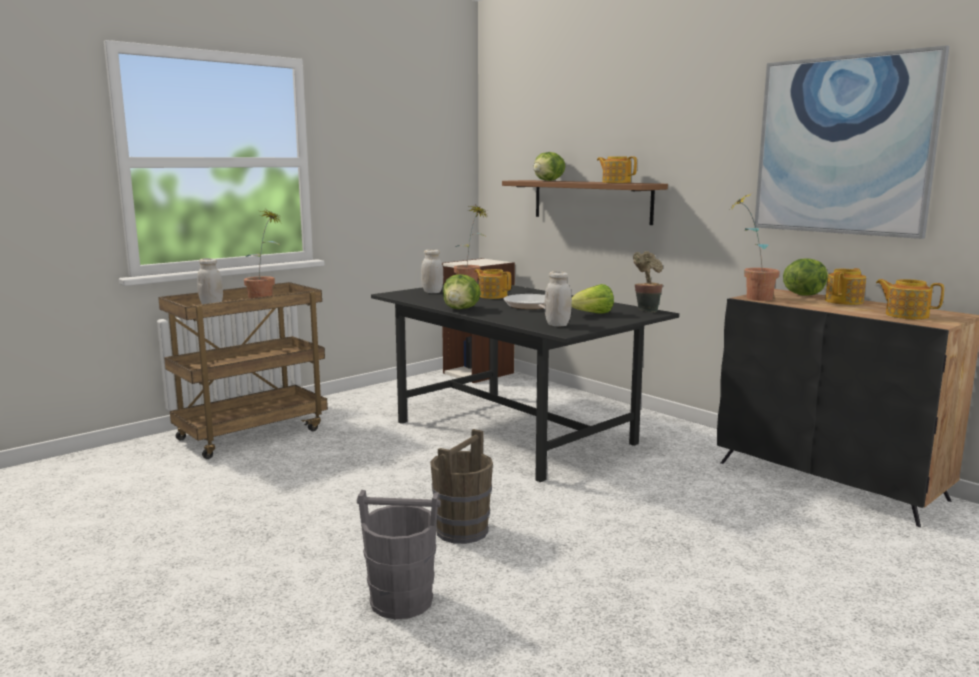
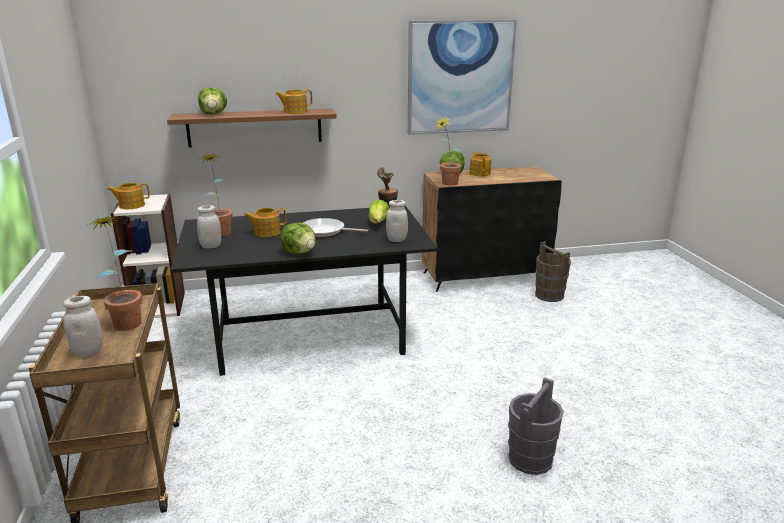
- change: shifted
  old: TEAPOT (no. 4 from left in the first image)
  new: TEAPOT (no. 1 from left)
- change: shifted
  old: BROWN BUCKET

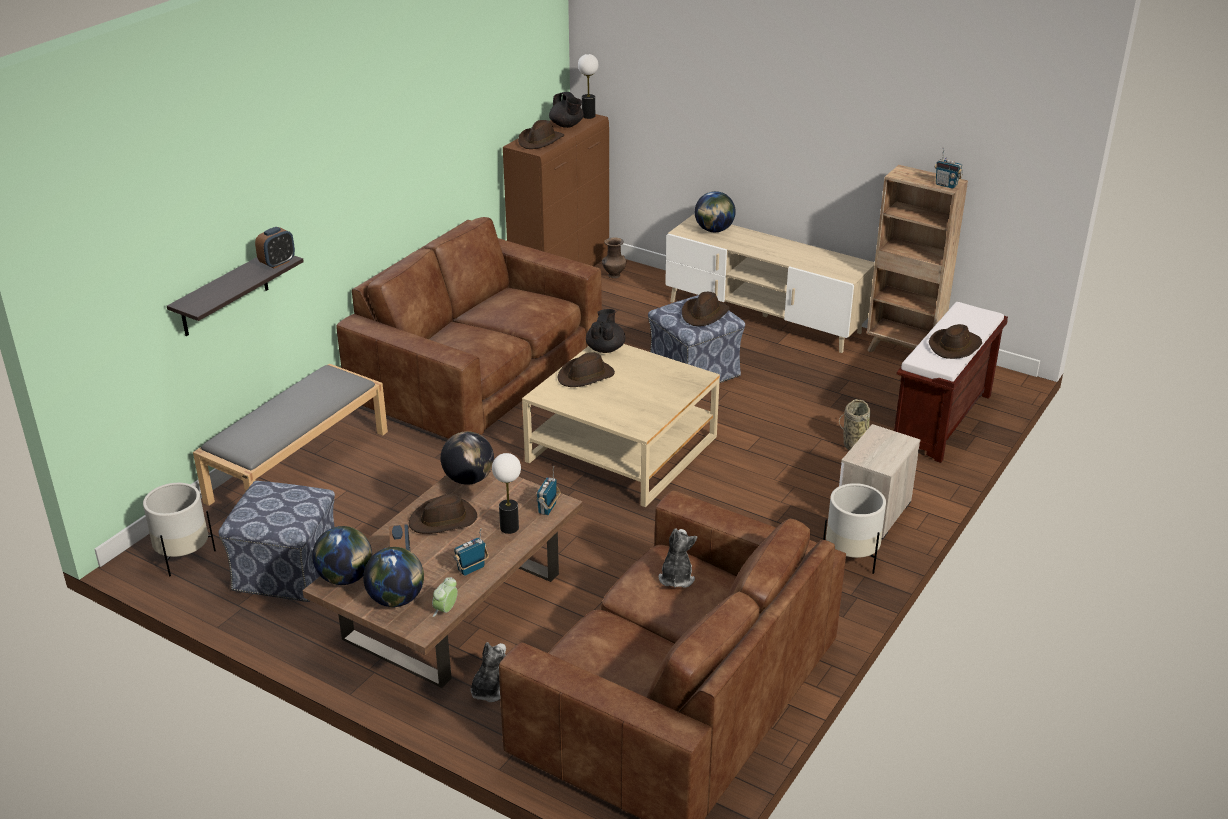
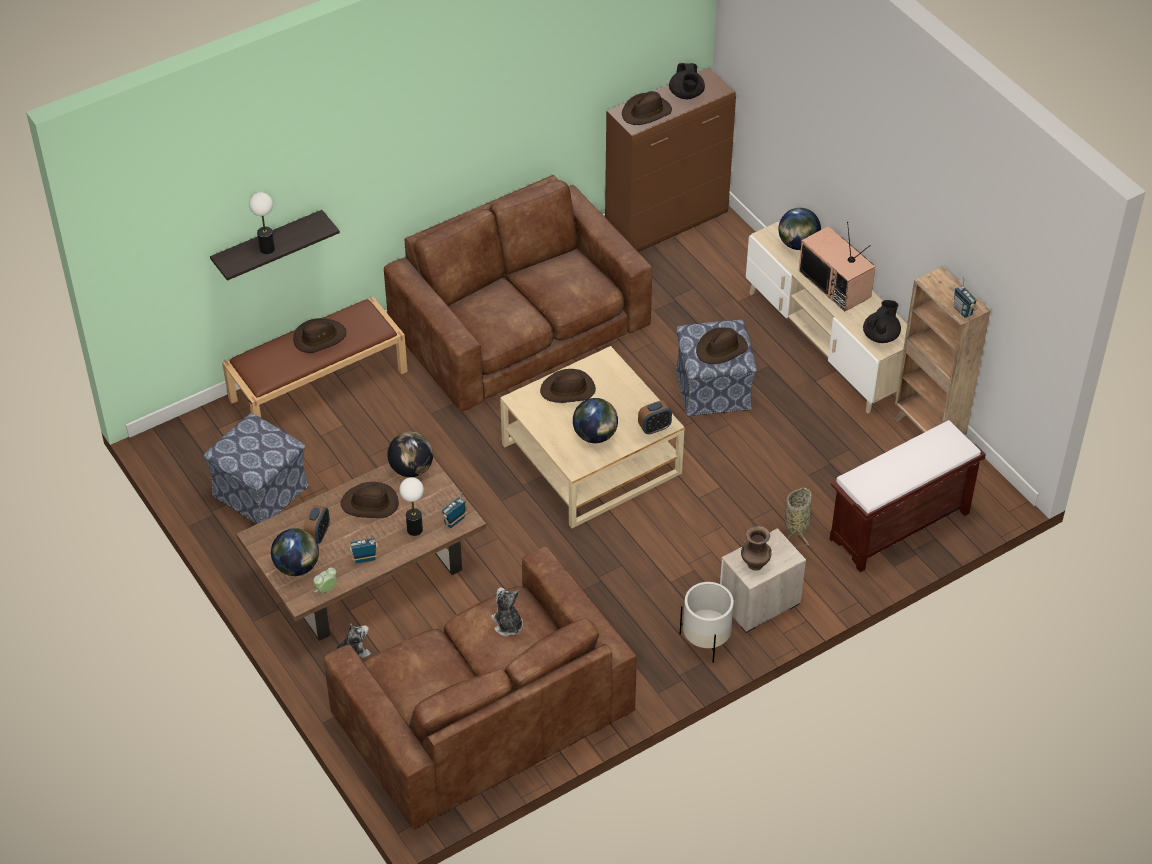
- change: repainted
  old: GREY BENCH
  new: BROWN BENCH (no. 1 from left)
- change: shifted
  old: TABLE LAMP (no. 2 from left in the first image)
  new: TABLE LAMP (no. 1 from left)
- change: shifted
  old: BROWN HAT (no. 5 from left in the first image)
  new: BROWN HAT (no. 1 from left)
- change: rotated
  old: PLUSH TOY (no. 2 from left)
  degrees: -60
- change: shifted
  old: GLOBE (no. 1 from left in the first image)
  new: GLOBE (no. 3 from left)
- change: shifted
  old: ALARM CLOCK (no. 1 from left in the first image)
  new: ALARM CLOCK (no. 3 from left)
- change: shifted
  old: BROWN VASE
- change: new
  new: TELEVISION
- change: shifted
  old: BLACK TEAPOT (no. 2 from left)
- change: gone
  old: WHITE PLANTER (no. 1 from left)

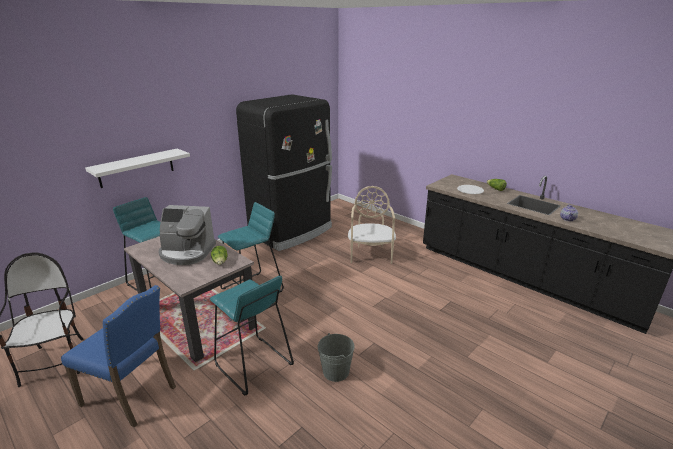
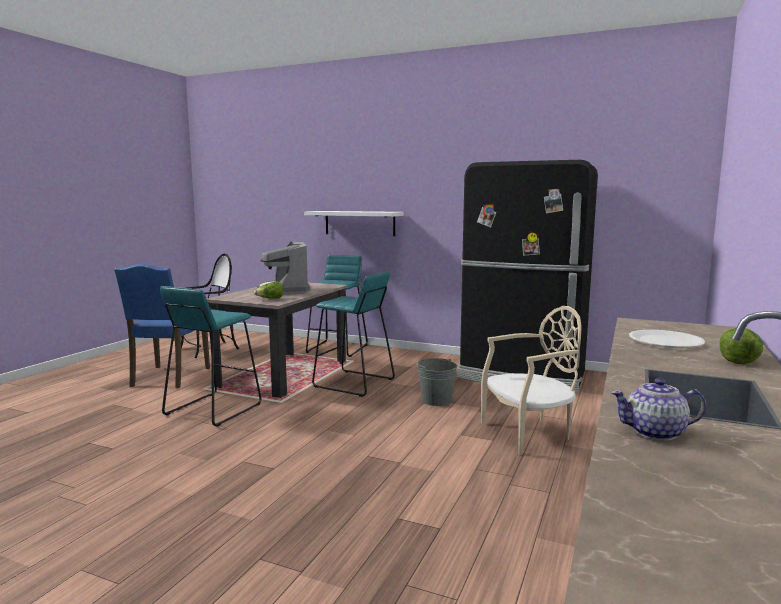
- change: shifted
  old: GREY BUCKET

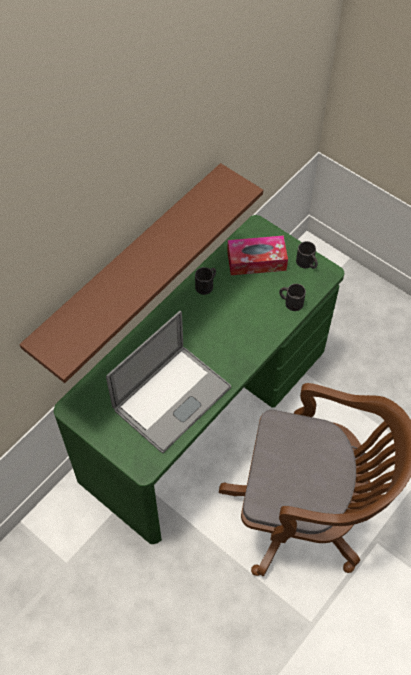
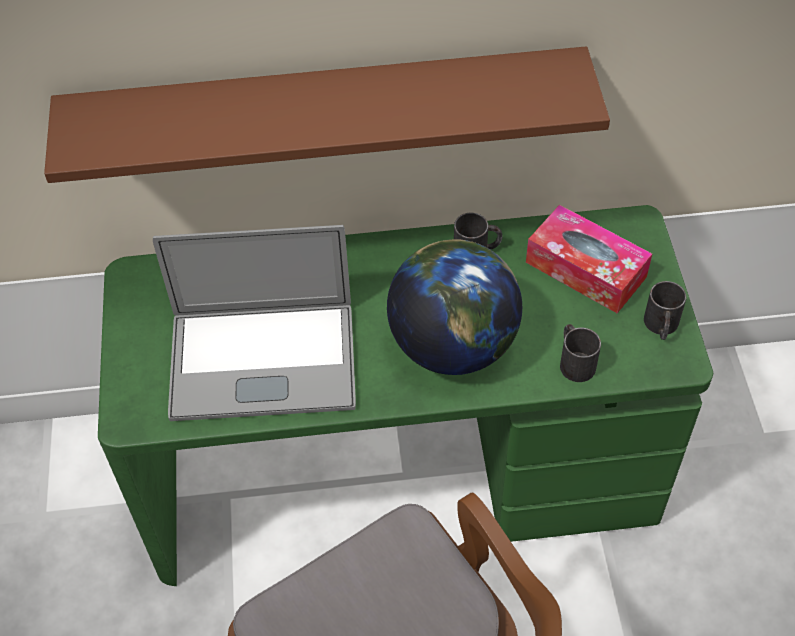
- change: new
  new: GLOBE

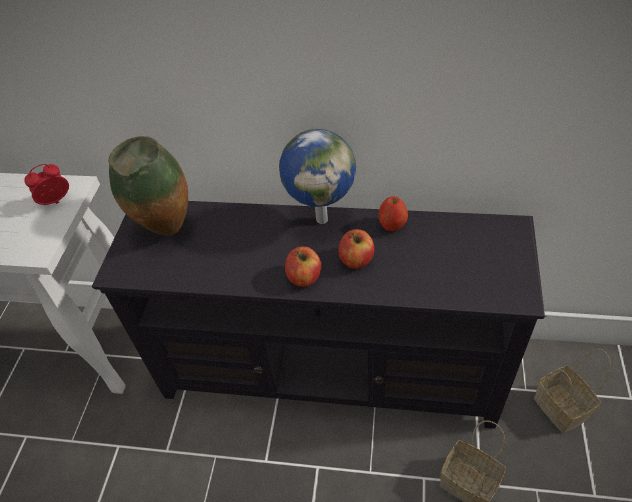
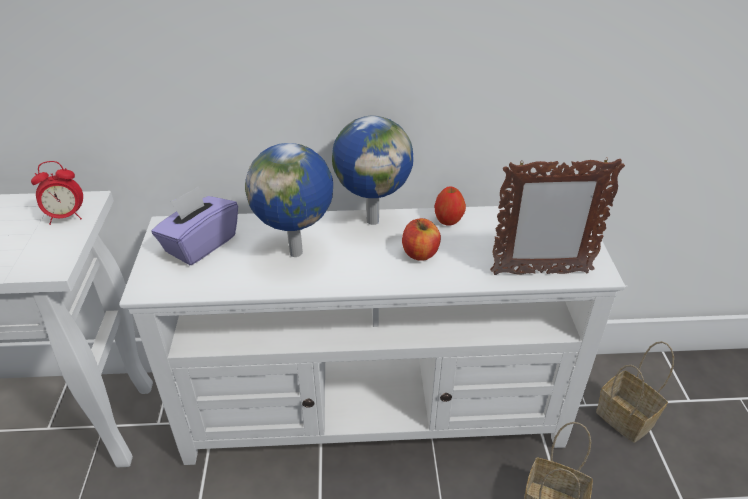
- change: rotated
  old: ALARM CLOCK
  degrees: -150
- change: repainted
  old: BLACK TV STAND
  new: WHITE TV STAND
- change: swapped
  old: VASE
  new: PURPLE TISSUE BOX
- change: new
  new: GLOBE (no. 1 from left)
- change: new
  new: PICTURE FRAME
- change: gone
  old: APPLE (no. 1 from left)

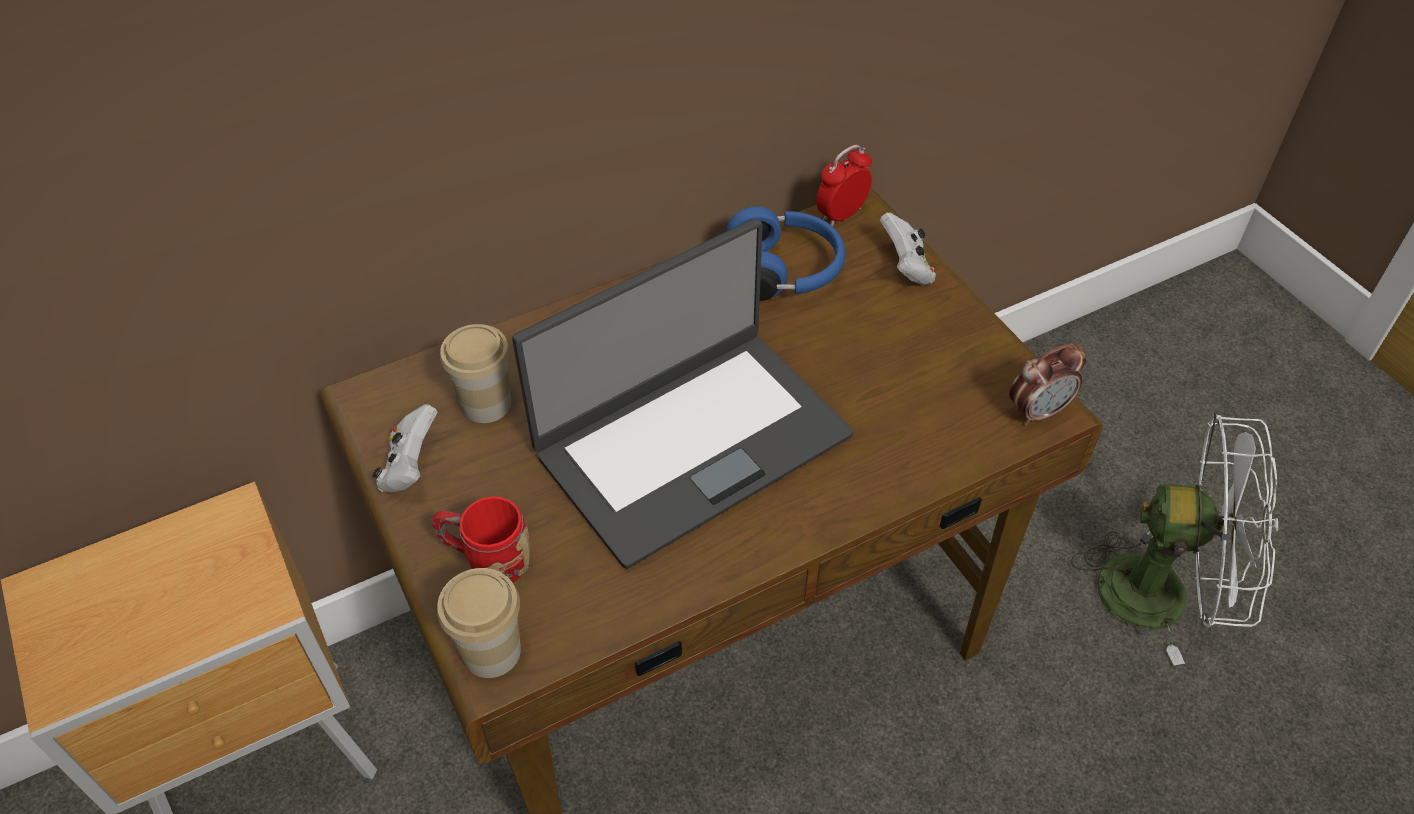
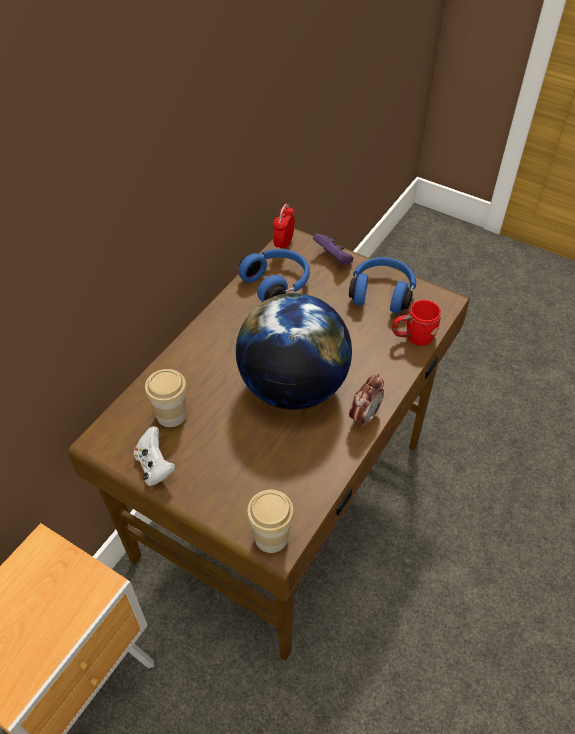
- change: swapped
  old: LAPTOP
  new: GLOBE
- change: repainted
  old: WHITE GAME CONTROLLER (no. 2 from left)
  new: PURPLE GAME CONTROLLER
- change: new
  new: BLUE HEADPHONES (no. 2 from left)
- change: shifted
  old: ALARM CLOCK (no. 2 from left)
- change: shifted
  old: RED MUG
- change: gone
  old: WHITE FAN

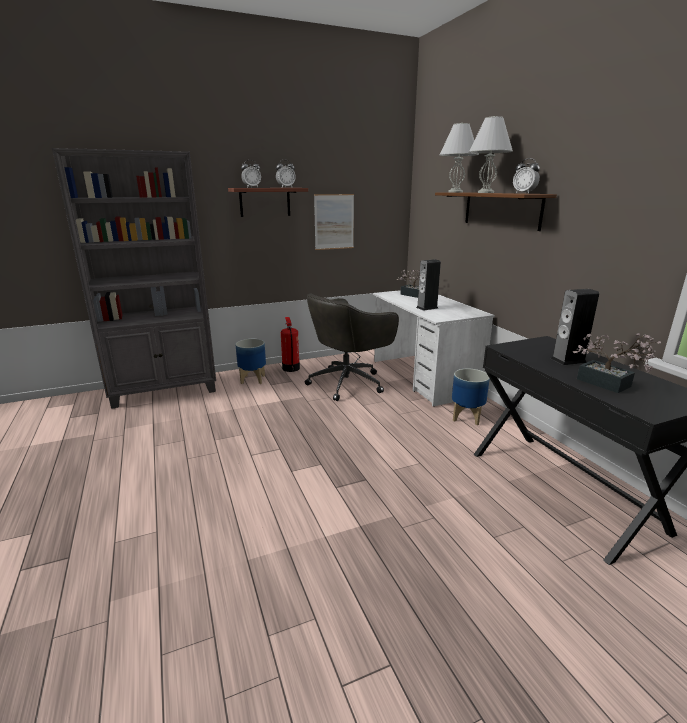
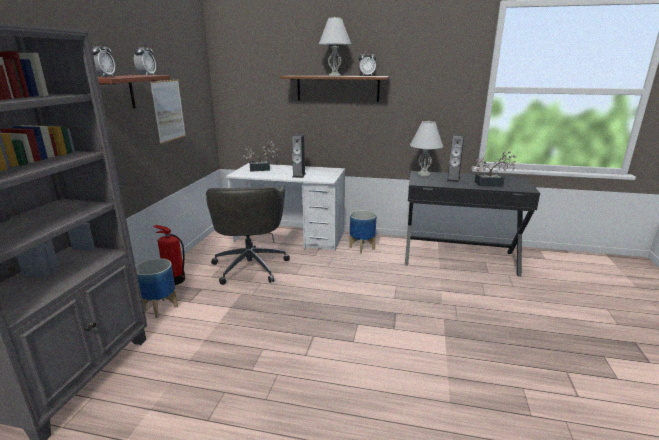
- change: shifted
  old: WHITE TABLE LAMP (no. 1 from left in the first image)
  new: WHITE TABLE LAMP (no. 2 from left)

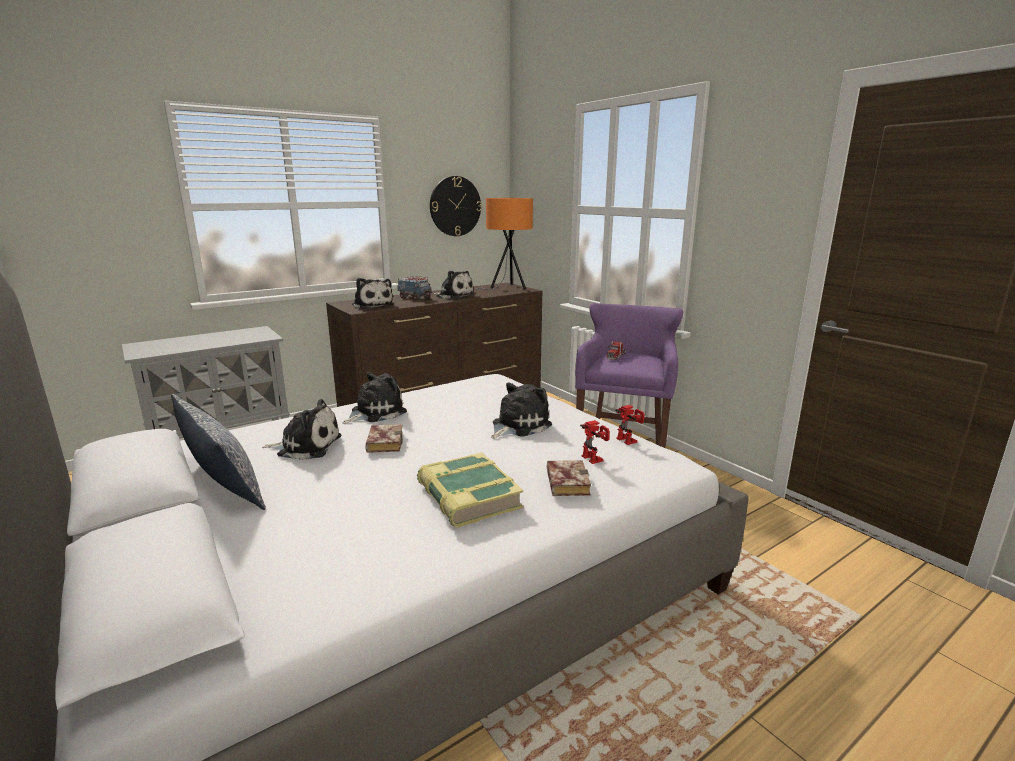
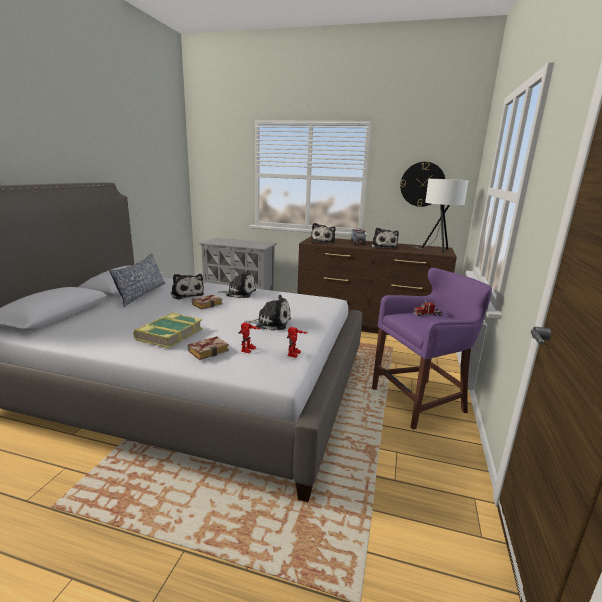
- change: repainted
  old: ORANGE TABLE LAMP
  new: WHITE TABLE LAMP

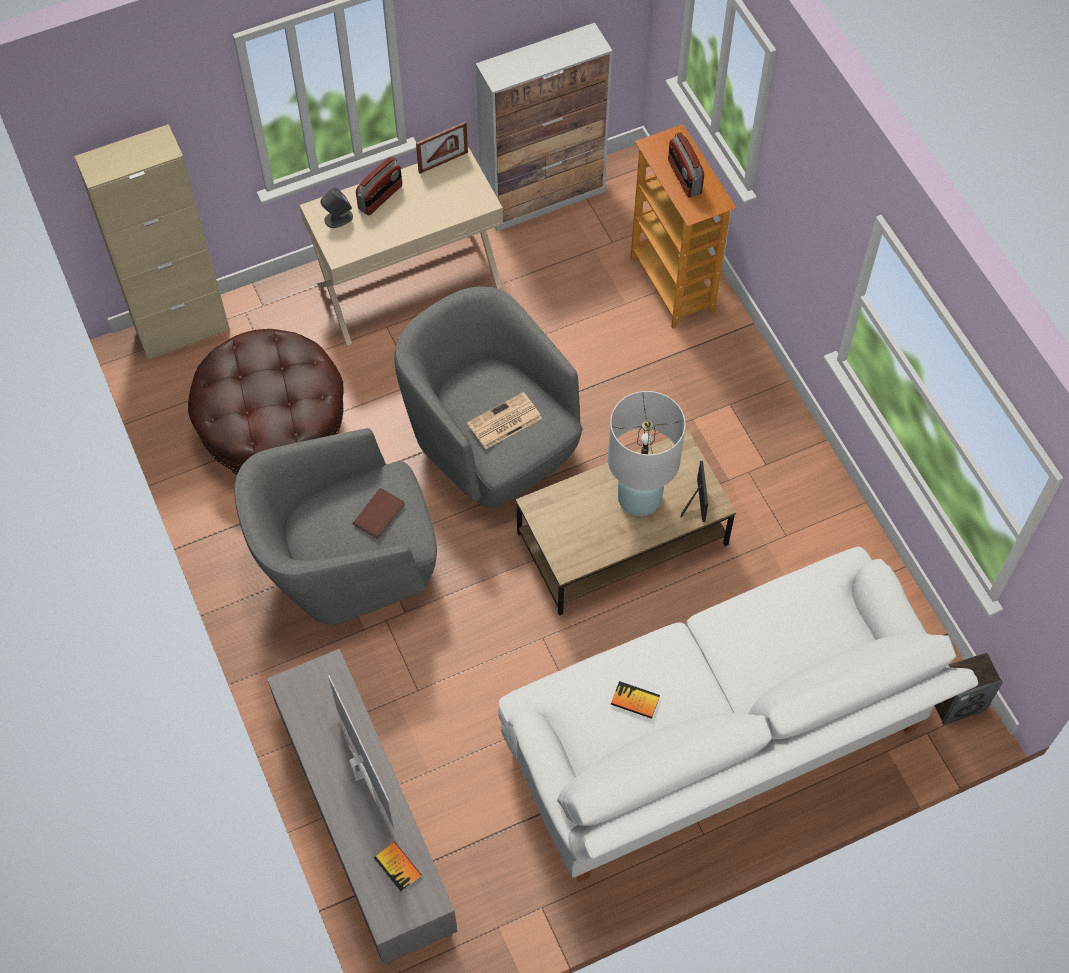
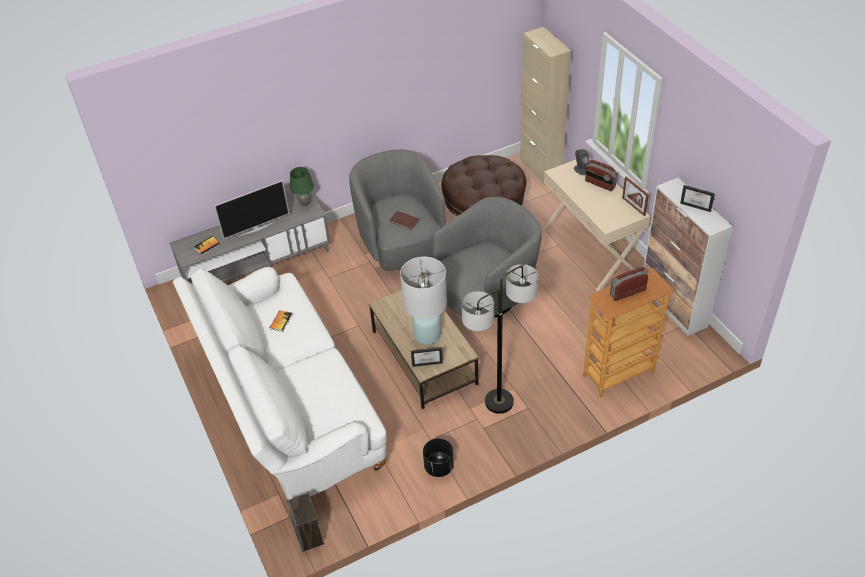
- change: new
  new: GREEN TABLE LAMP
- change: new
  new: BLACK PLANTER
- change: new
  new: FLOOR LAMP
- change: new
  new: PICTURE FRAME (no. 3 from left)
- change: gone
  old: NEWSPAPER

